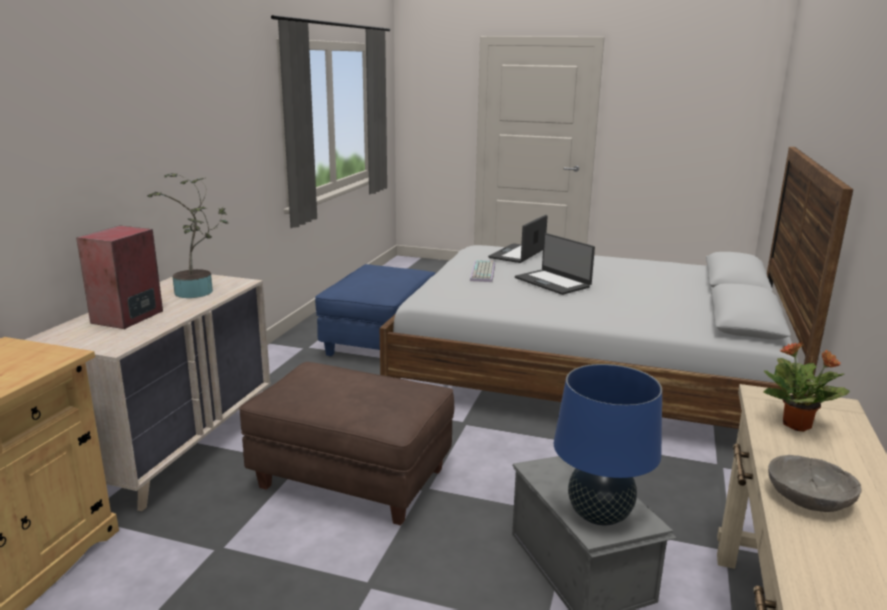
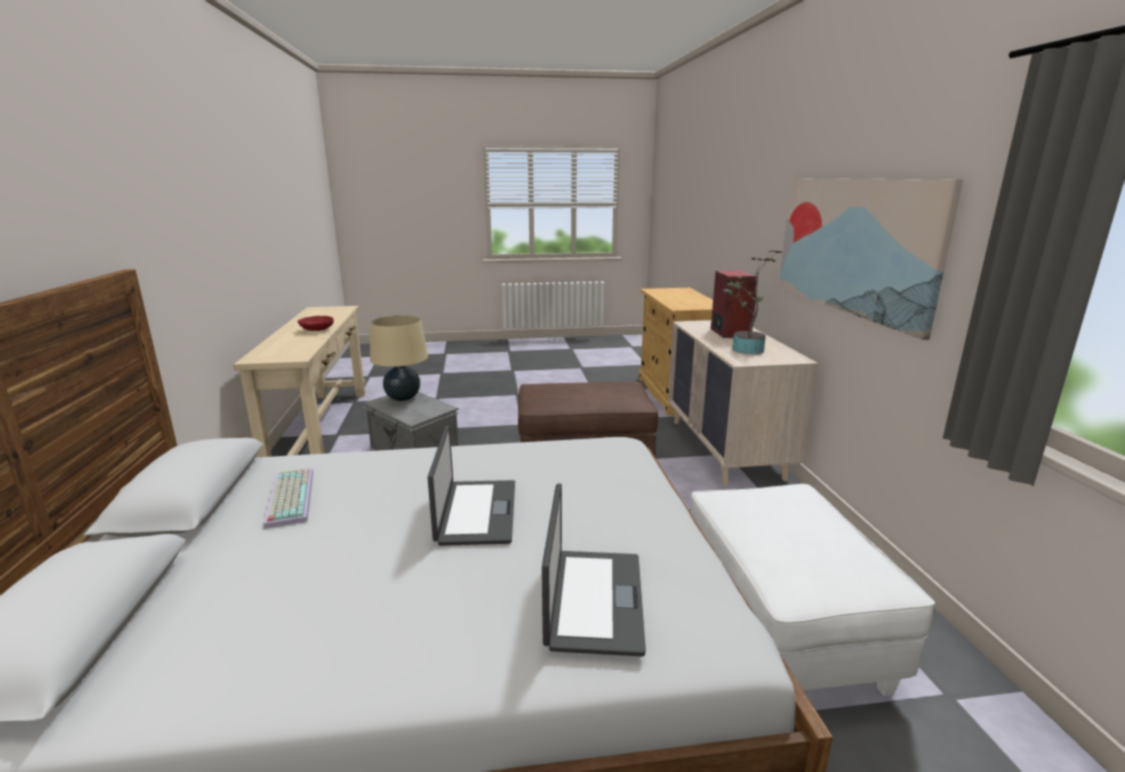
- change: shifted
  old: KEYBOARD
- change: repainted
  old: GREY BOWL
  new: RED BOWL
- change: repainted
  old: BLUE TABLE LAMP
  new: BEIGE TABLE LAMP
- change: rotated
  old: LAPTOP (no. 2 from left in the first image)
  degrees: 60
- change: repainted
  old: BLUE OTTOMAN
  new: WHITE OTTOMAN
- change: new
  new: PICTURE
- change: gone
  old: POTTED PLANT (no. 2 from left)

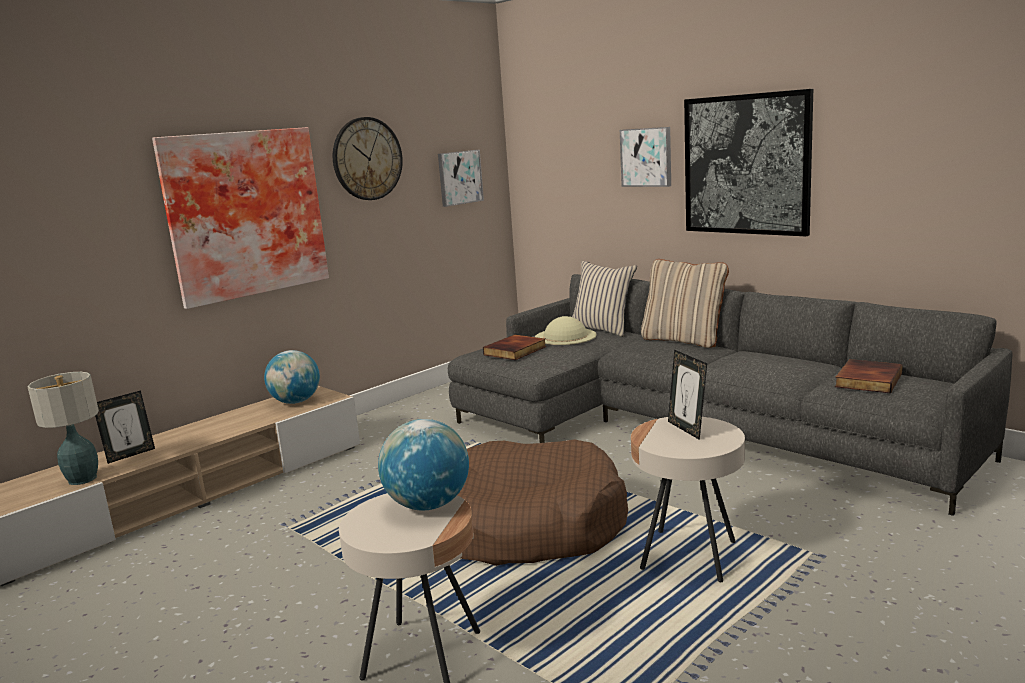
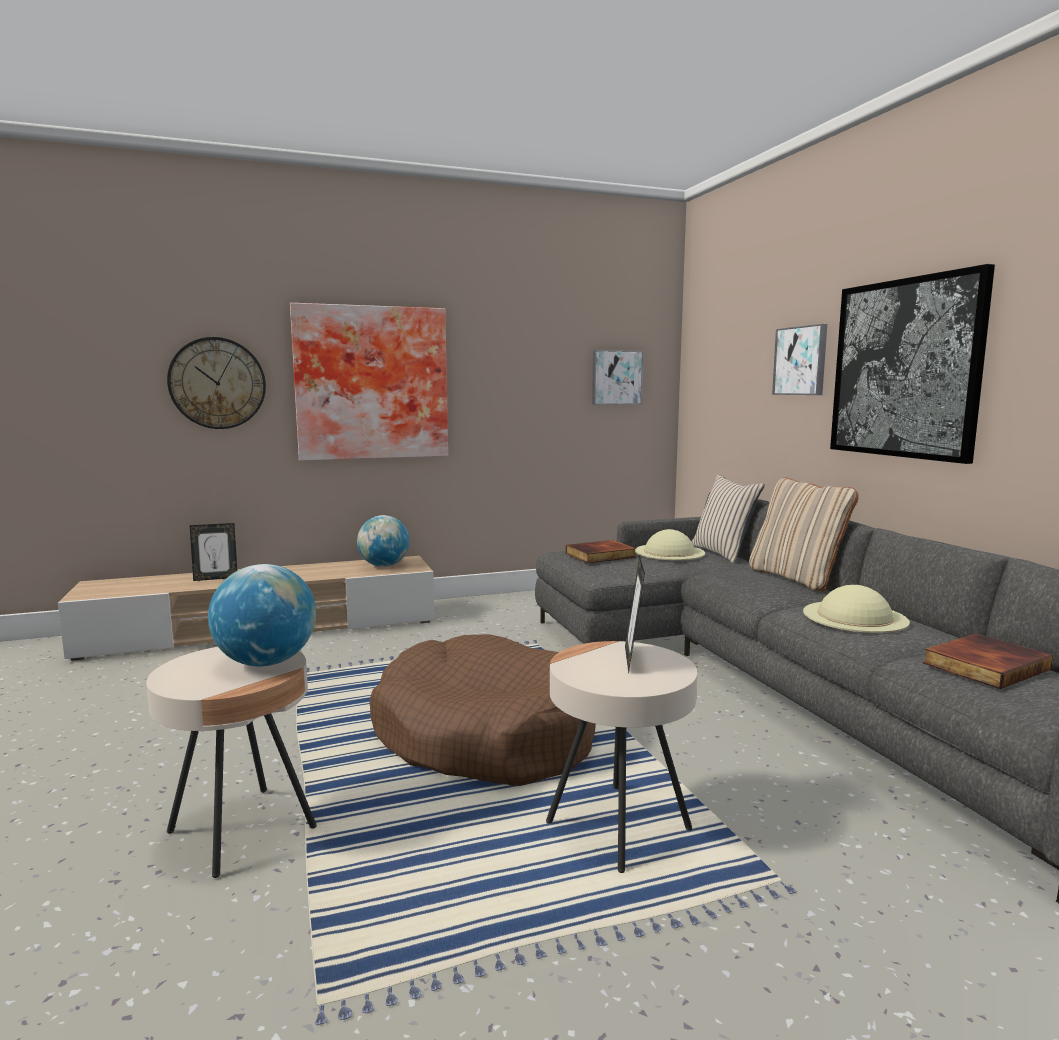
- change: shifted
  old: WALL CLOCK
- change: new
  new: BEIGE HAT (no. 2 from left)
- change: gone
  old: TABLE LAMP

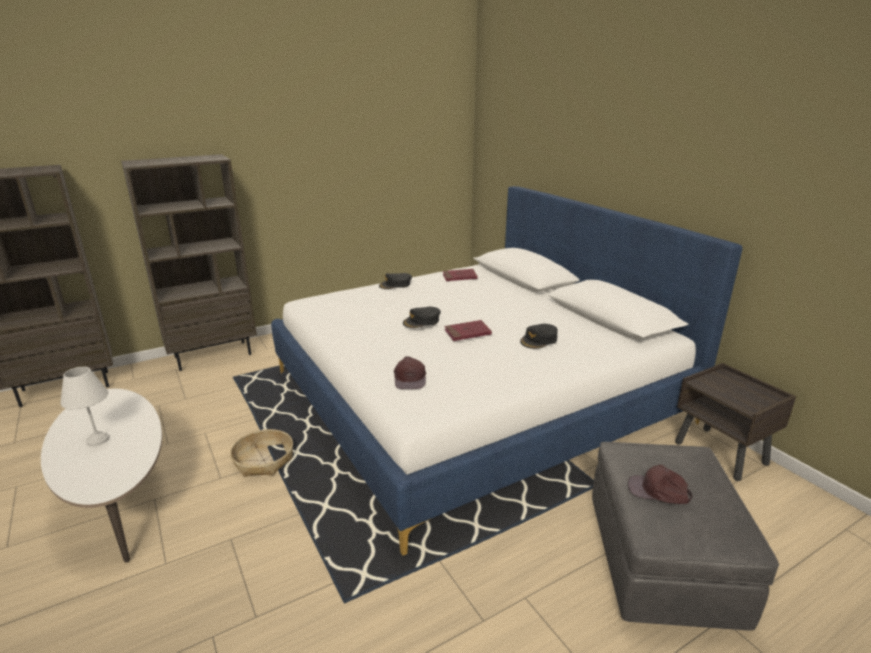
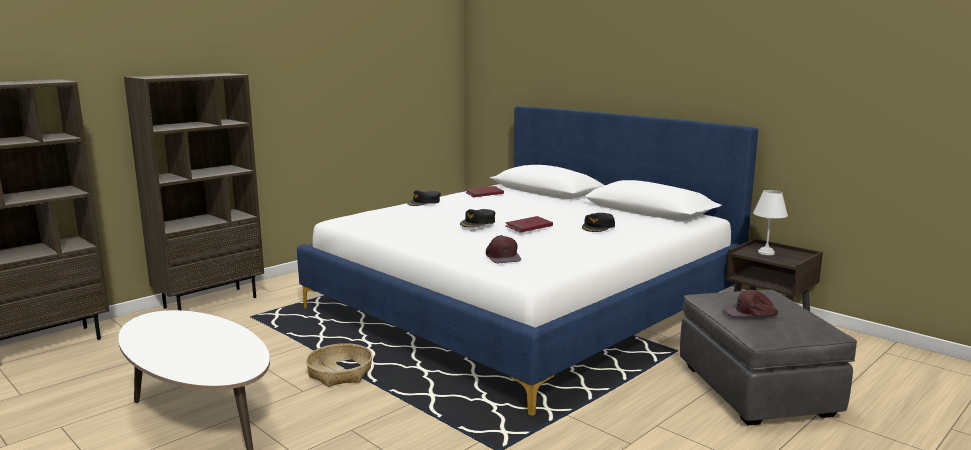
- change: shifted
  old: WHITE TABLE LAMP

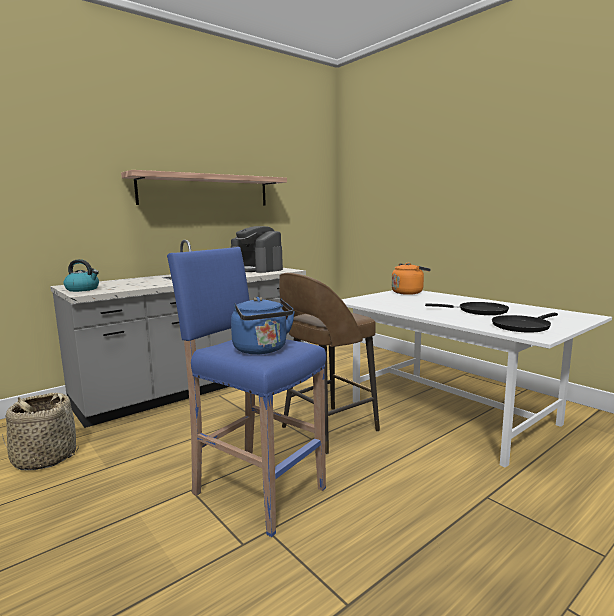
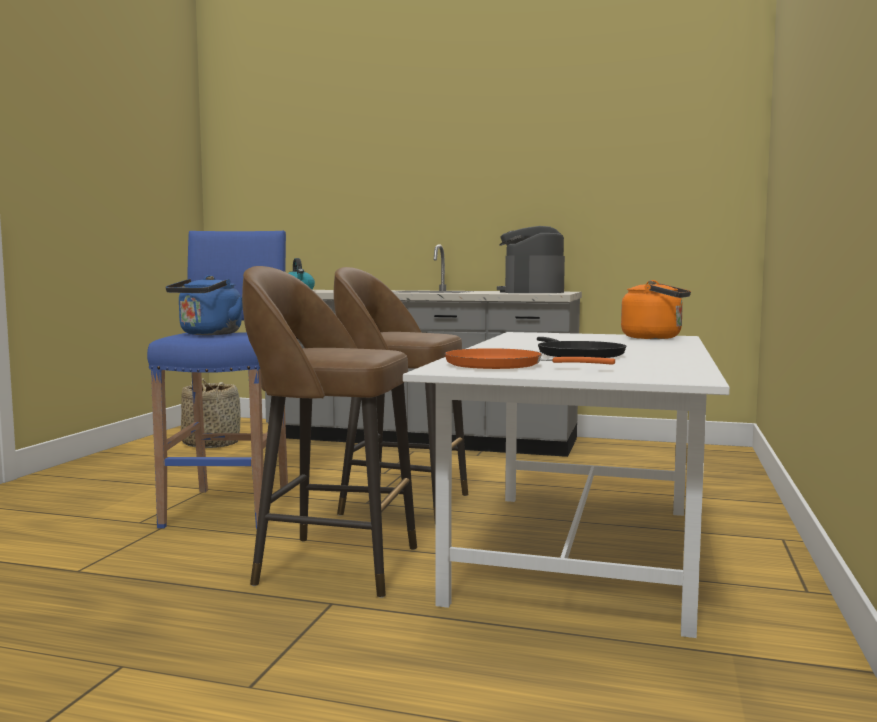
- change: new
  new: BROWN STOOL (no. 1 from left)
- change: repainted
  old: BLACK FRYING PAN (no. 2 from left)
  new: ORANGE FRYING PAN
- change: gone
  old: SHELF

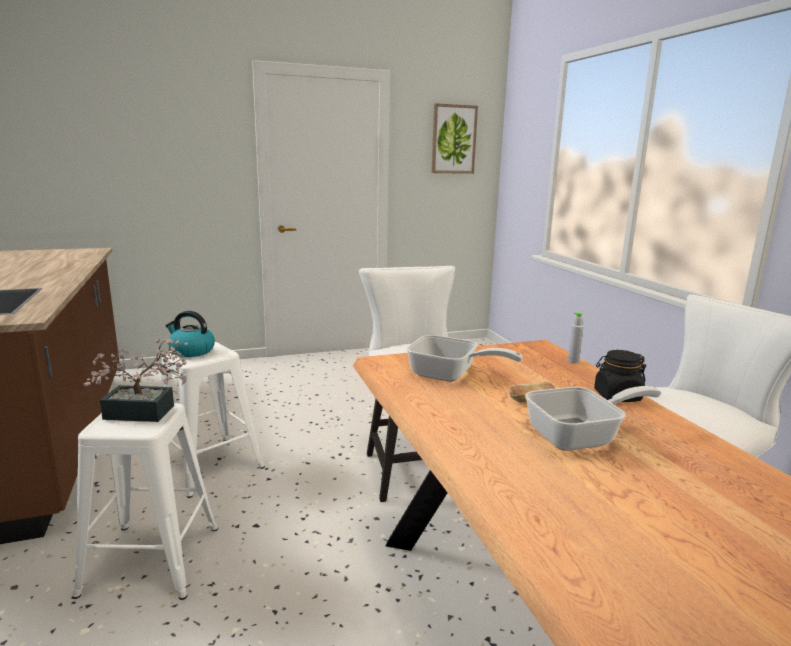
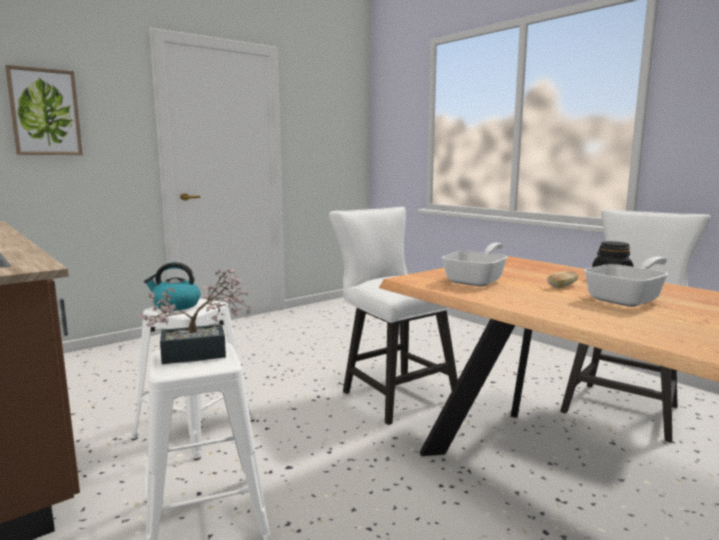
- change: shifted
  old: PICTURE
- change: rotated
  old: FRYING PAN (no. 1 from left)
  degrees: -60
- change: gone
  old: GREY BOTTLE

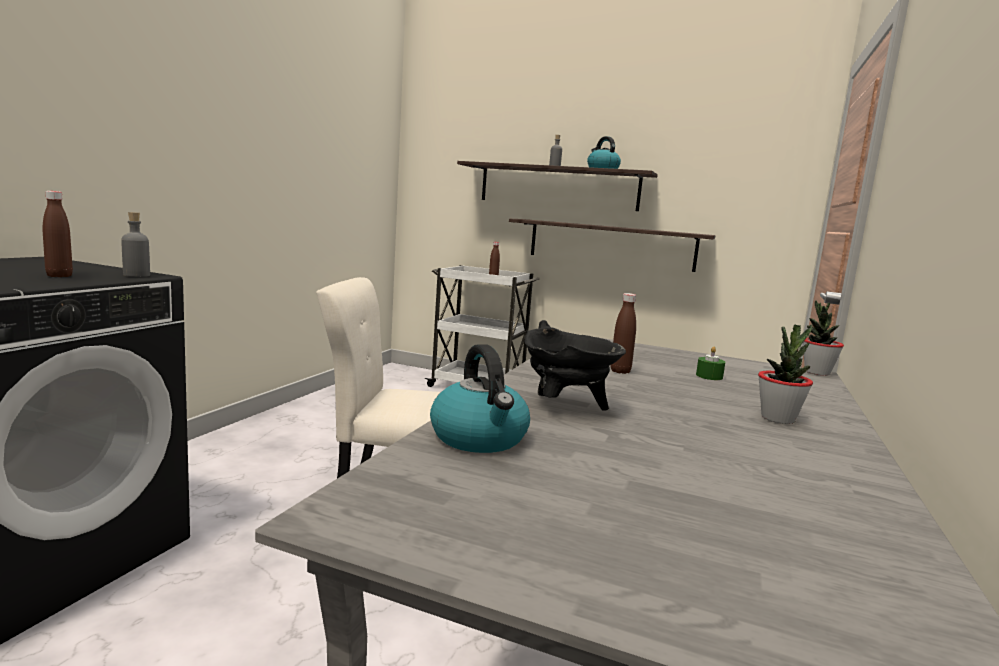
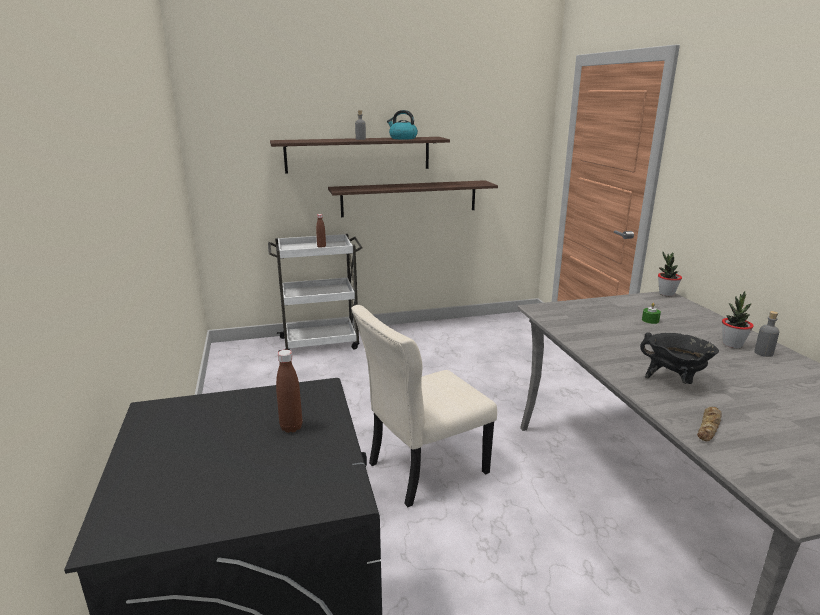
- change: swapped
  old: KETTLE (no. 1 from left)
  new: BREAD
- change: shifted
  old: GREY BOTTLE (no. 1 from left in the first image)
  new: GREY BOTTLE (no. 2 from left)
- change: gone
  old: BROWN BOTTLE (no. 3 from left)

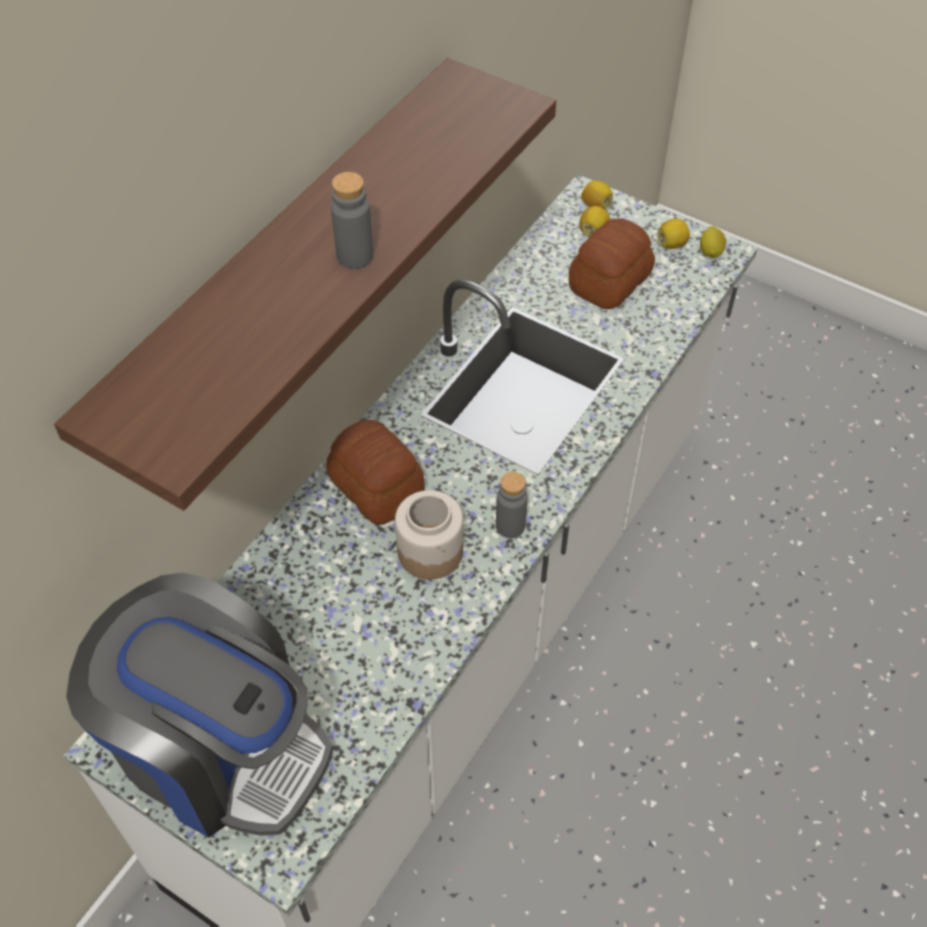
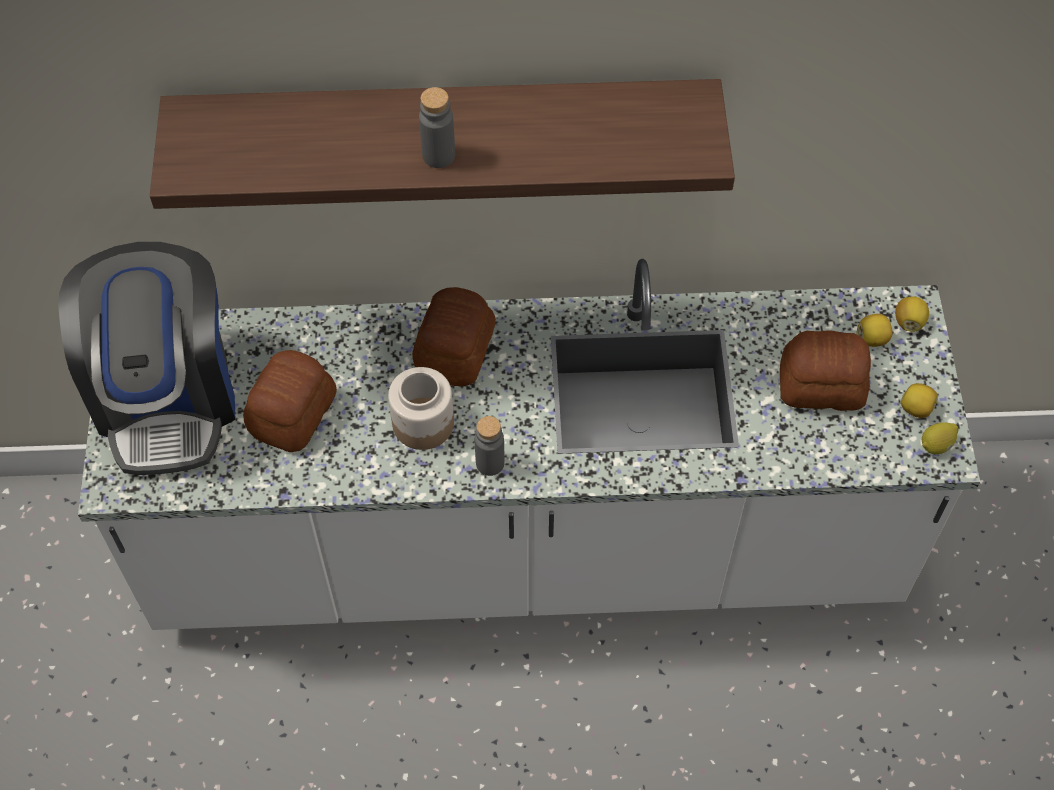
- change: new
  new: BREAD (no. 1 from left)

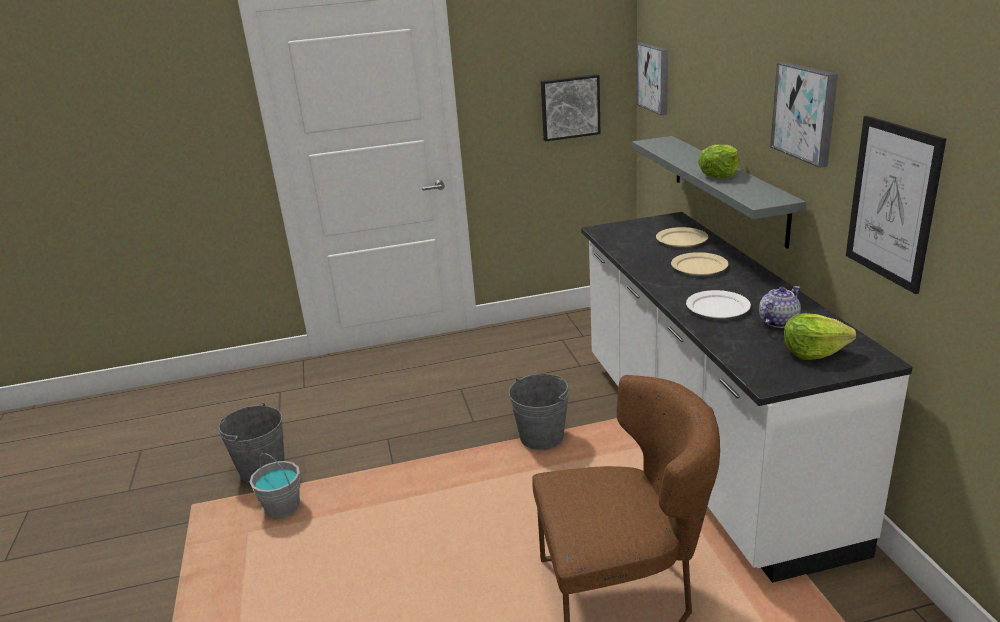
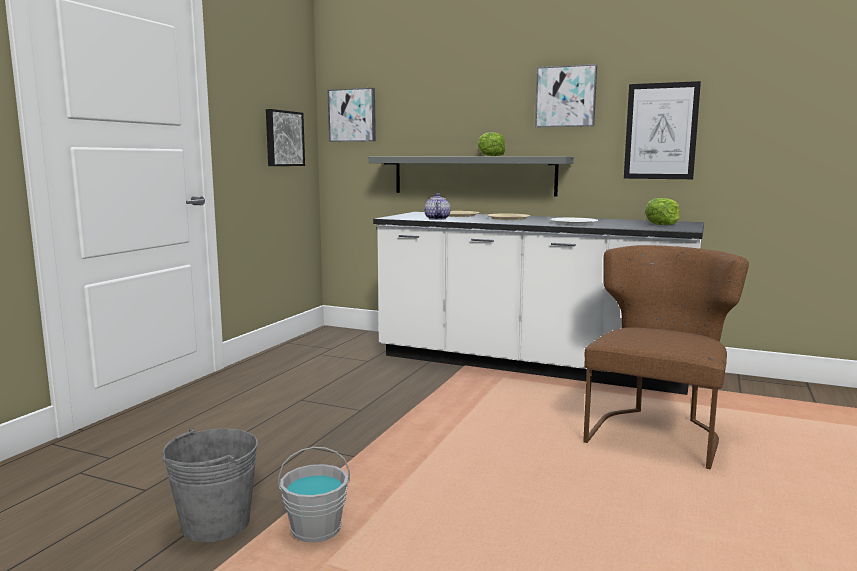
- change: shifted
  old: TEAPOT
- change: gone
  old: GREY BUCKET (no. 3 from left)

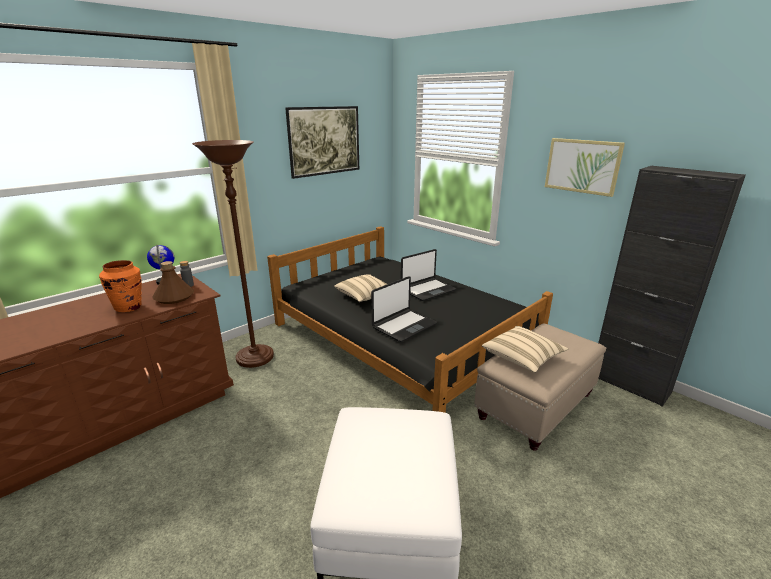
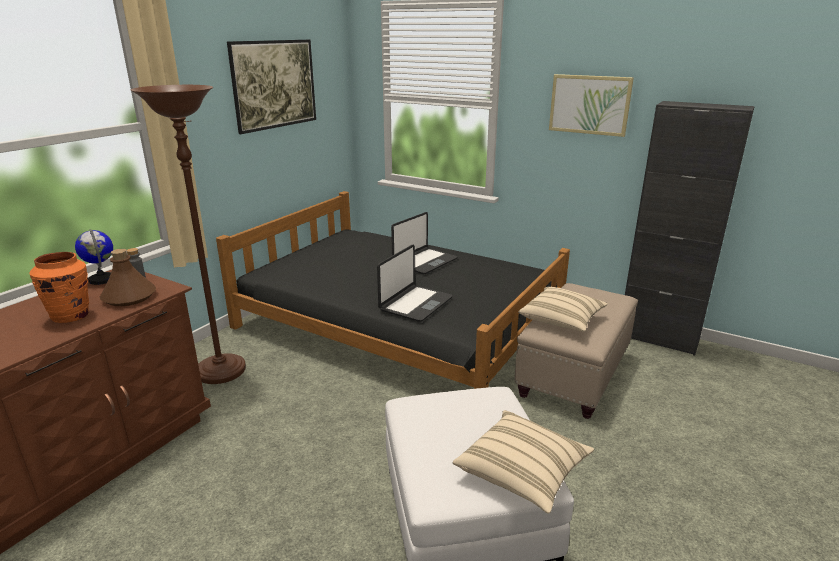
- change: shifted
  old: BEIGE PILLOW (no. 1 from left)

